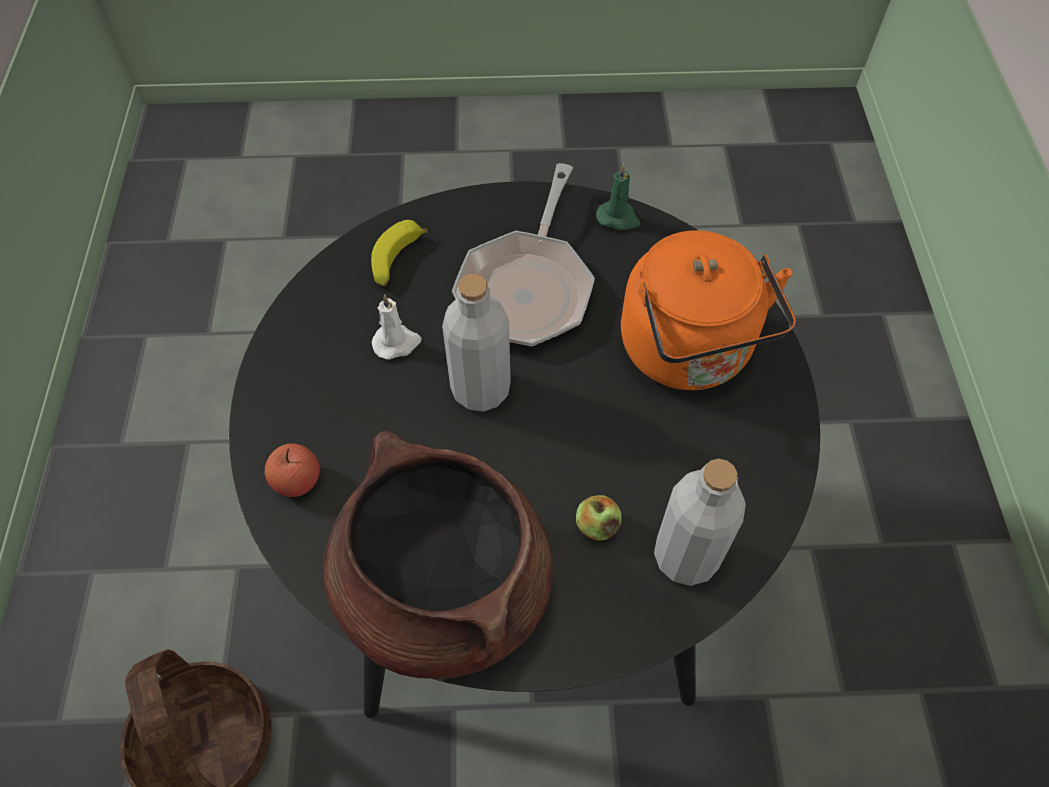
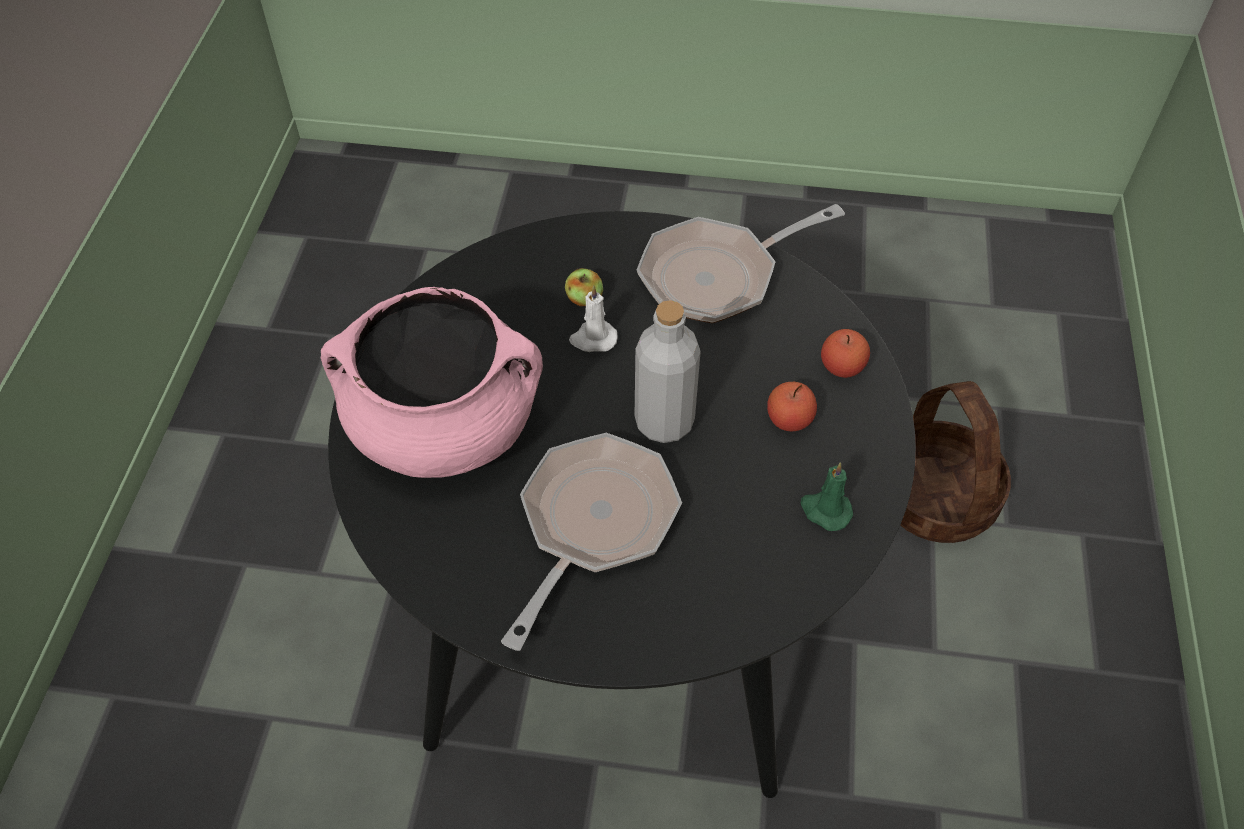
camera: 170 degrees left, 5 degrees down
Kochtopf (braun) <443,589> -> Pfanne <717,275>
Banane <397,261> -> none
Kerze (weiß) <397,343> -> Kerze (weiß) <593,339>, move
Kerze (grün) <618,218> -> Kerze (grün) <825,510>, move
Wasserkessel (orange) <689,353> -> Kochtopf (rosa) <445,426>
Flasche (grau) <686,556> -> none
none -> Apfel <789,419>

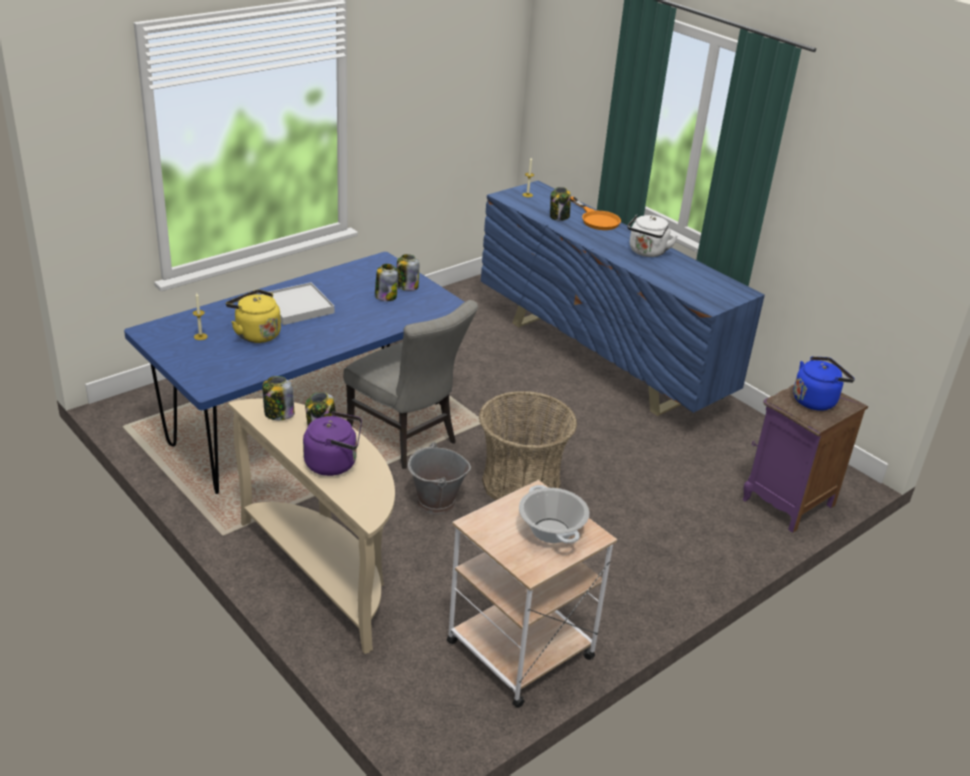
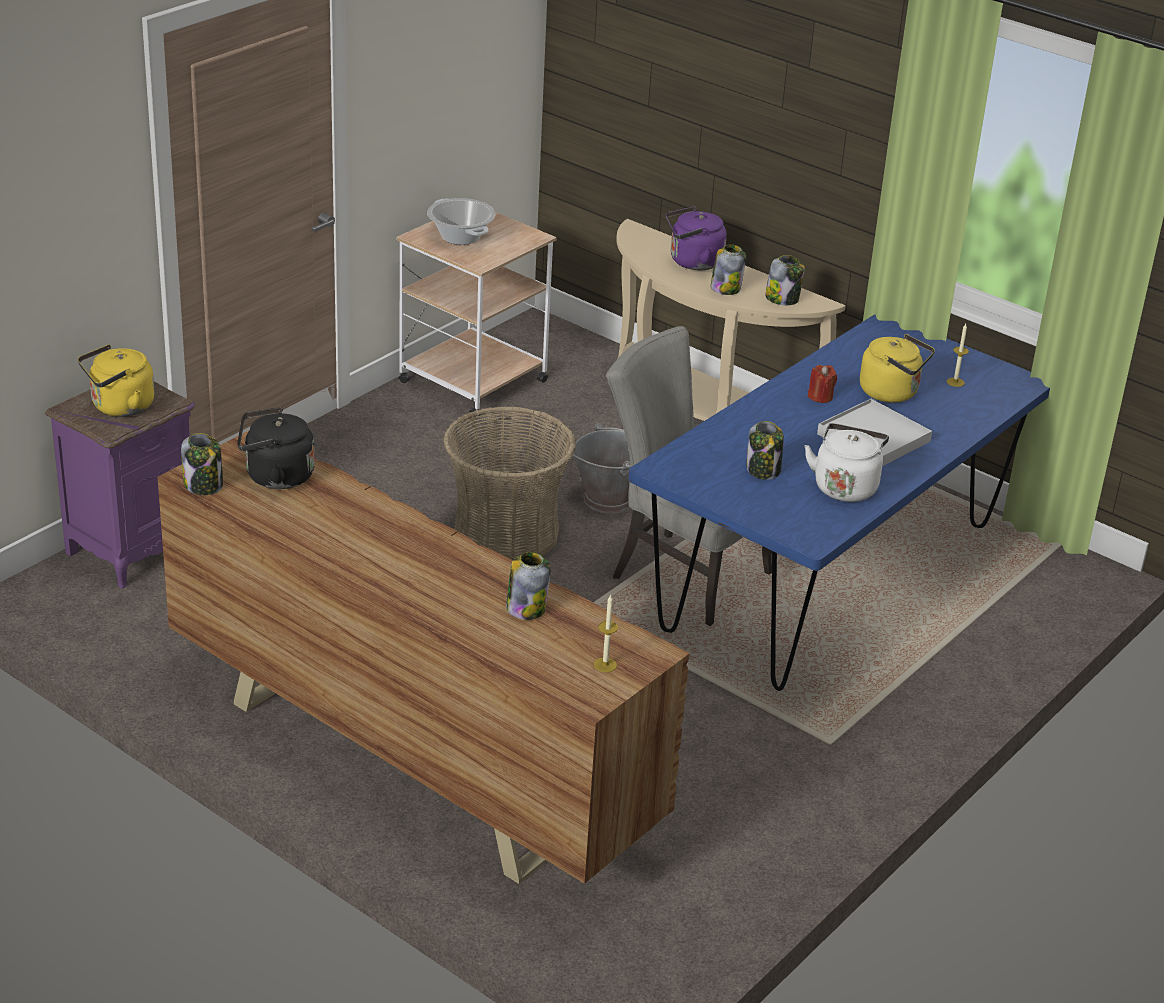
camera: 170 degrees right, 0 degrees up
Vorratsglas <406,286> -> Vorratsglas <204,485>, move
Schrank (blau) <600,359> -> Schrank (braun) <405,762>
Pfanne (orange) <596,219> -> none
Wasserkessel (weiß) <647,252> -> Wasserkessel (weiß) <845,486>, move
Wasserkessel (blau) <816,400> -> Wasserkessel (gelb) <119,407>
none -> Wasserkessel (schwarz) <275,477>
none -> Kerze (rot) <820,396>

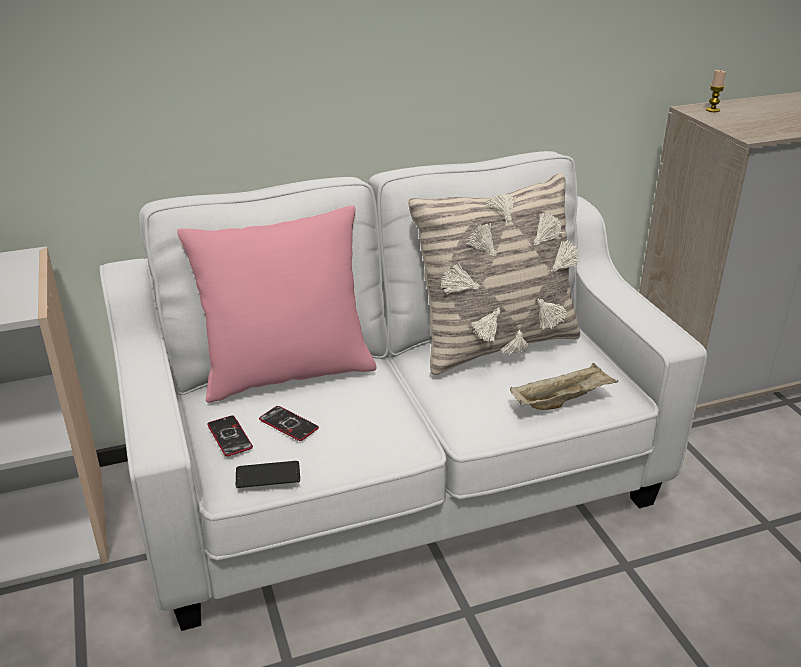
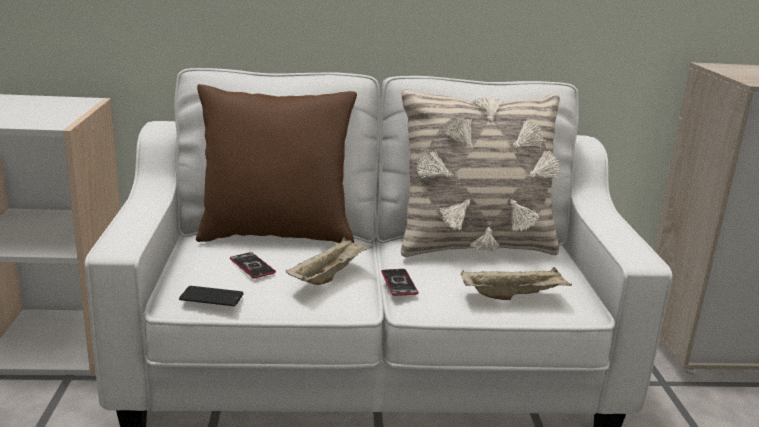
camera: 15 degrees right, 10 degrees down
Kissen (rosa) <287,373> -> Kissen (braun) <276,235>
Handy <230,436> -> Handy <399,283>, move
Kerze <712,110> -> none
none -> Tablett (beige) <329,275>

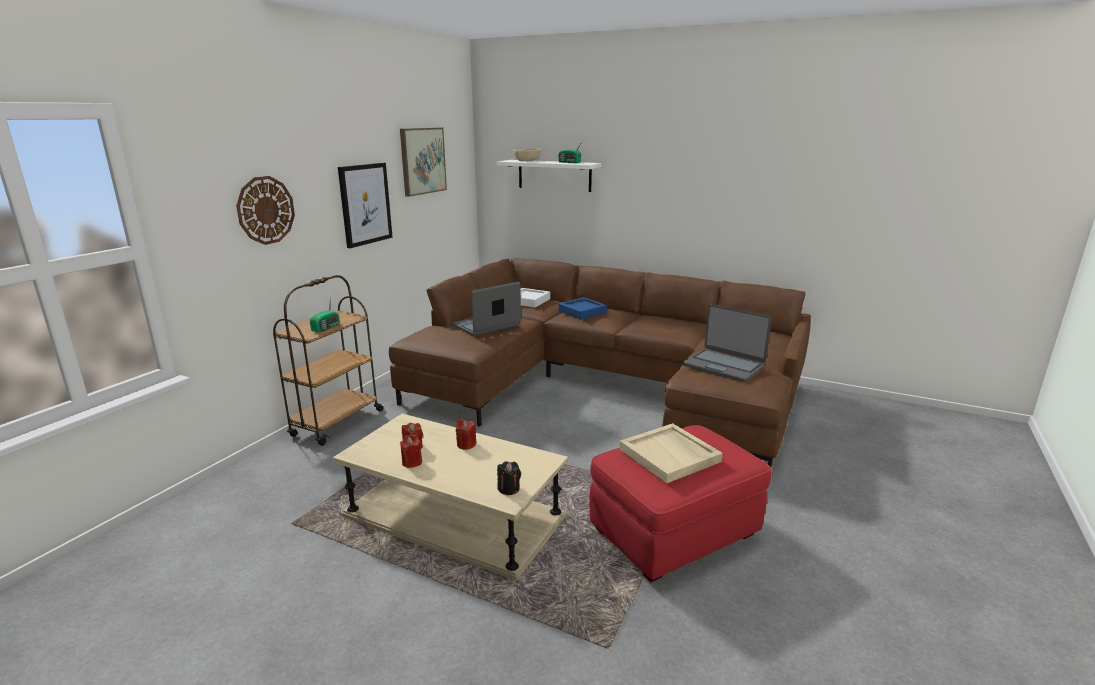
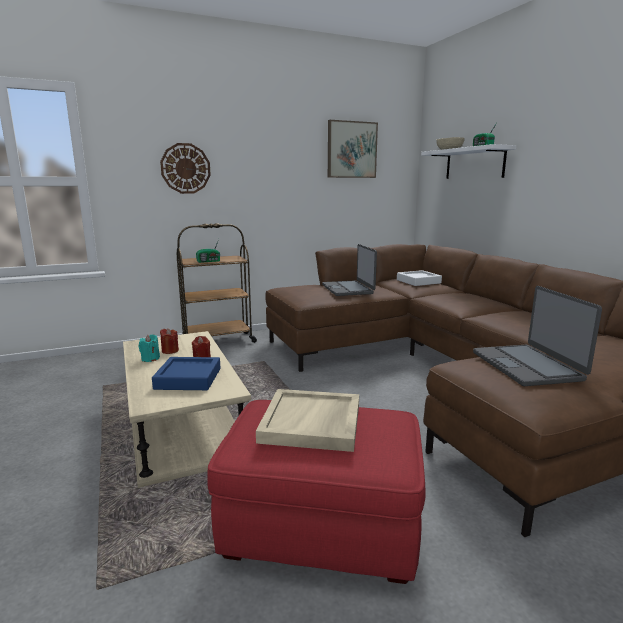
camera: 40 degrees right, 5 degrees down
Bild <365,204> -> none
Kerze (rot) <412,462> -> Kerze (türkis) <150,359>
Laptop <487,326> -> Laptop <348,289>, 105 degrees counterclockwise
Kerze (schwarz) <508,489> -> none
Tablett (blau) <582,312> -> Tablett (blau) <188,378>, move

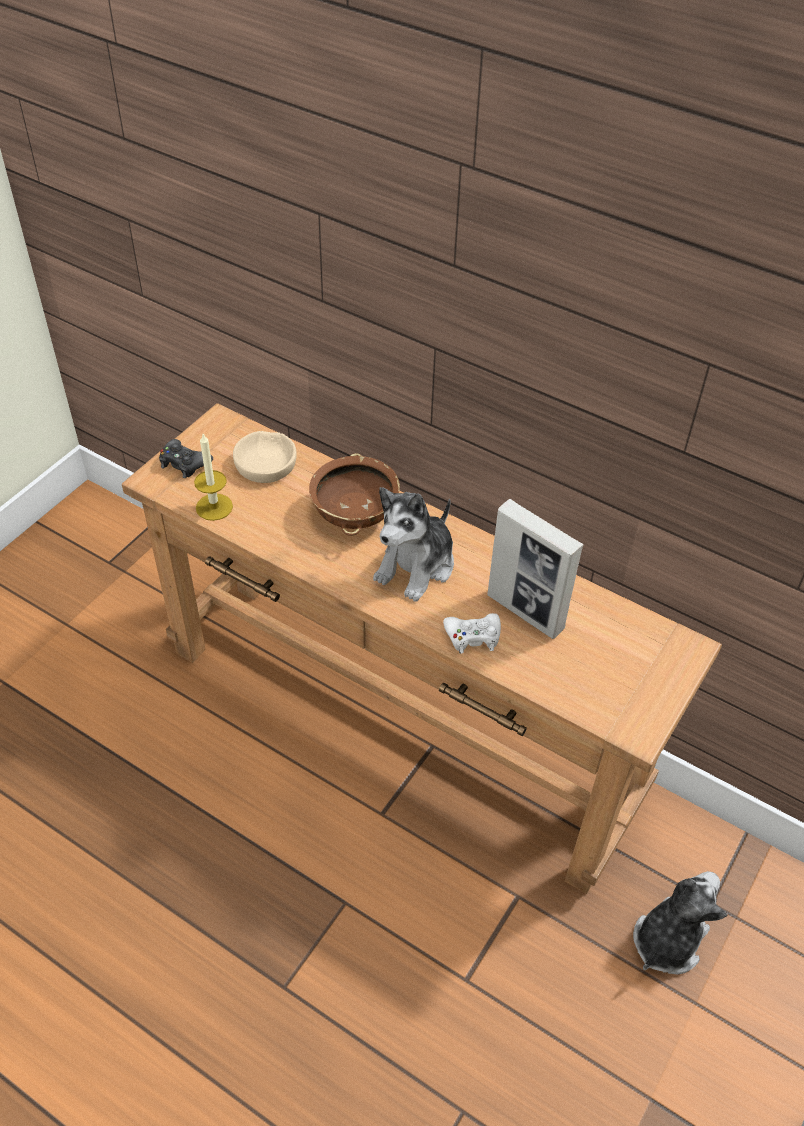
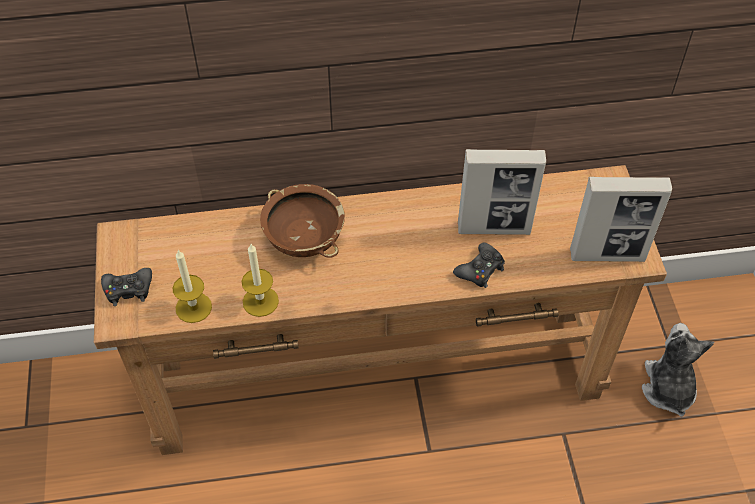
camera: 40 degrees left, 5 degrees up
Schüssel (beige) <265,463> -> none
Plüschtier <416,566> -> none
Gamepad (weiß) <473,636> -> Gamepad (schwarz) <480,270>
none -> Kerze <260,301>
none -> Bilderrahmen <607,255>

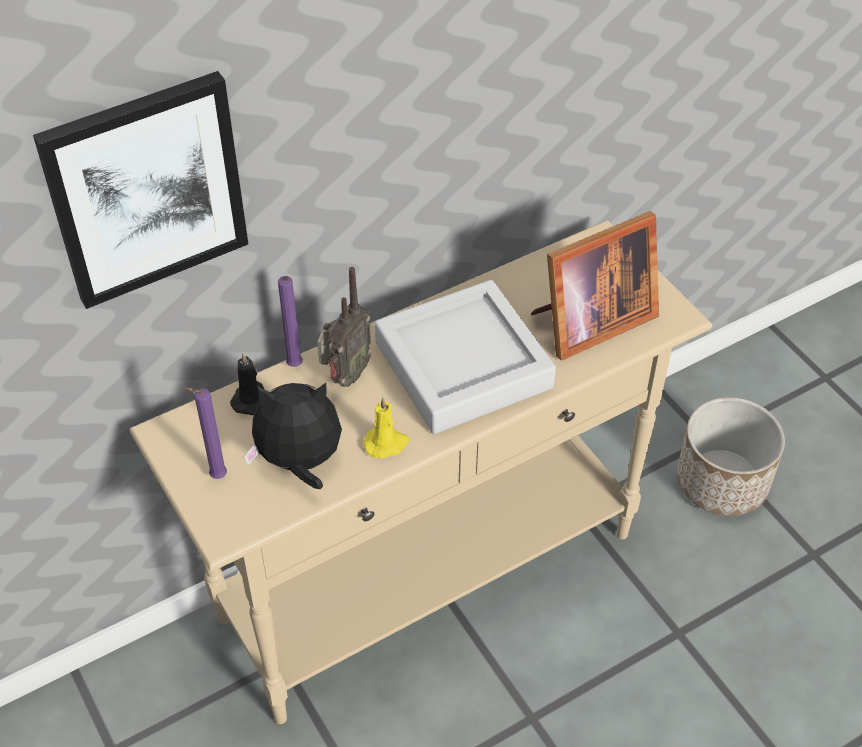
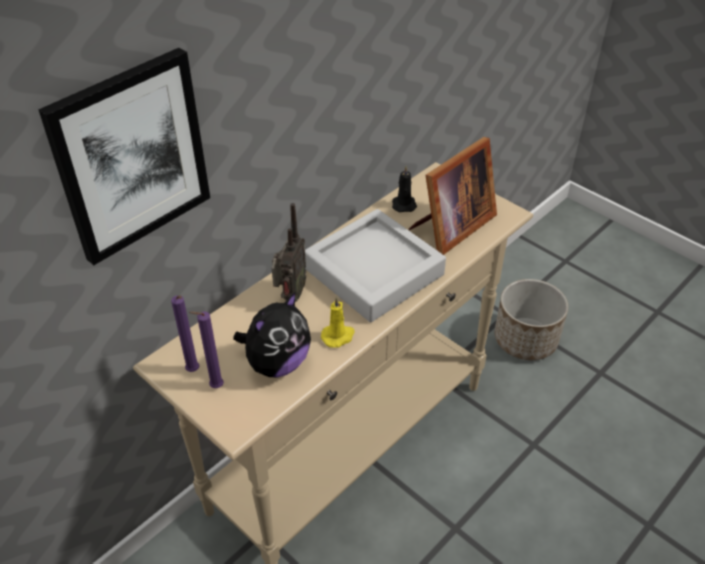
camera: 15 degrees left, 5 degrees down
Kerze (schwarz) <251,399> -> Kerze (schwarz) <403,204>, move
Plüschtier <299,462> -> Plüschtier <277,363>, 150 degrees clockwise
Kerze (lila) <295,367> -> Kerze (lila) <194,372>, move

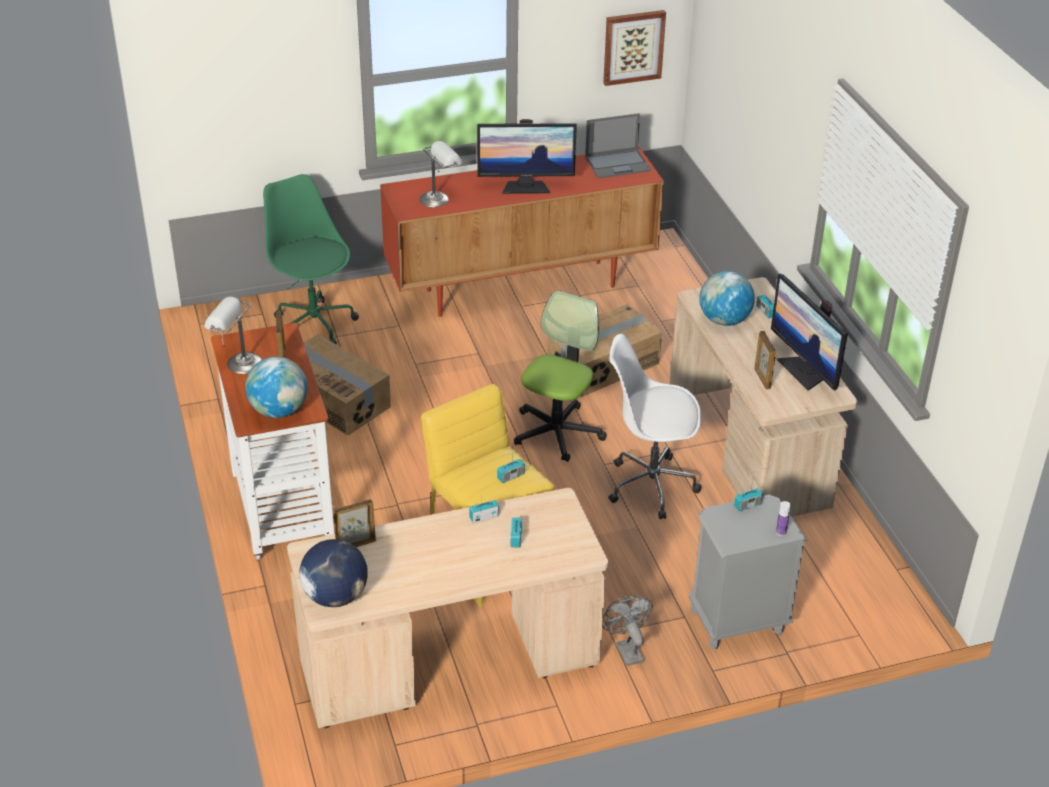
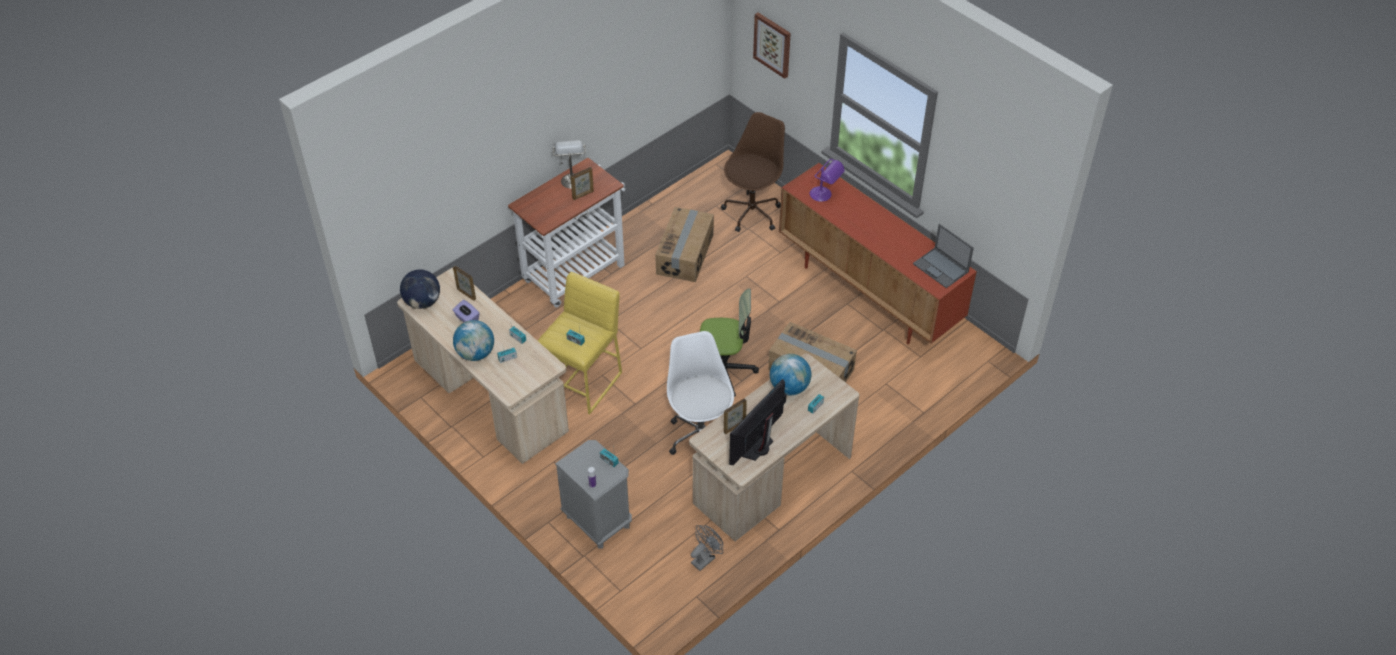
camera: 65 degrees right, 10 degrees up
Globus <279,410> -> Globus <476,353>, move
Bürostuhl (grün) <313,324> -> Bürostuhl (braun) <752,212>
Tischlampe (weiß) <439,197> -> Tischlampe (lila) <825,195>
Monitor <525,187> -> none
Ventilator (grau) <626,649> -> Ventilator (grau) <705,558>, move
Bild <633,47> -> Bild <773,44>, move
none -> Taschentuchbox (lila) <467,318>

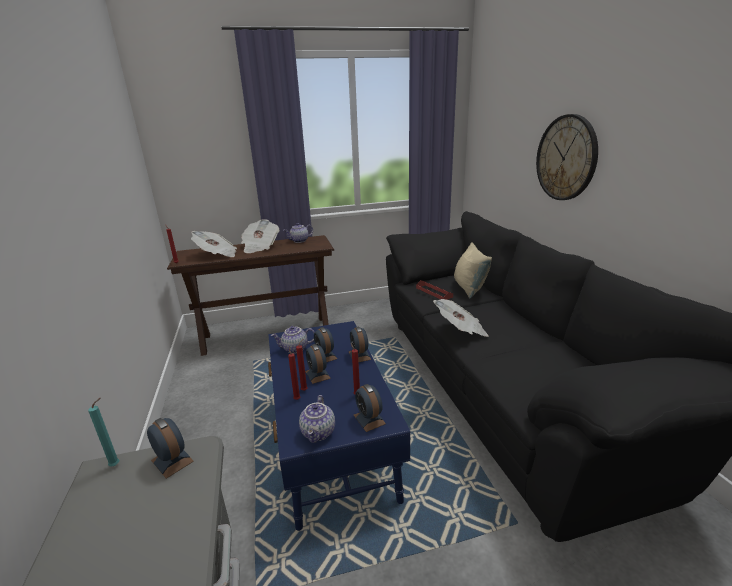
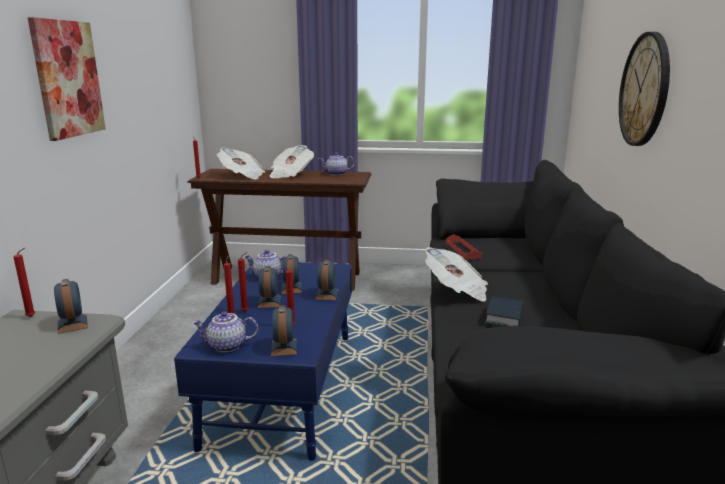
camera: 20 degrees right, 5 degrees down
Kerze (türkis) <117,465> -> Kerze (rot) <32,317>
Teekanne <319,433> -> Teekanne <226,346>, 60 degrees clockwise
Kissen (beige) <469,288> -> none
none -> Bild <67,79>
none -> Buch <504,317>

